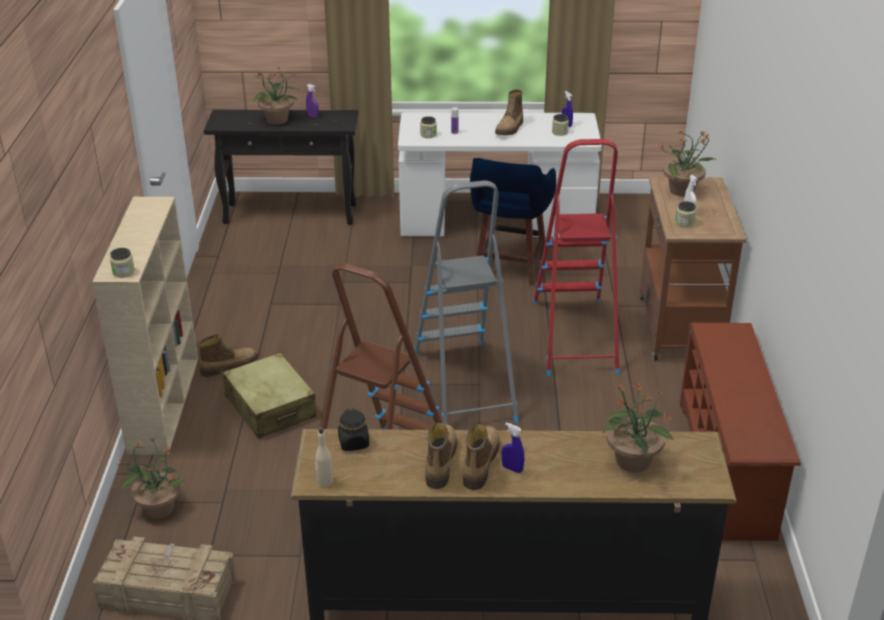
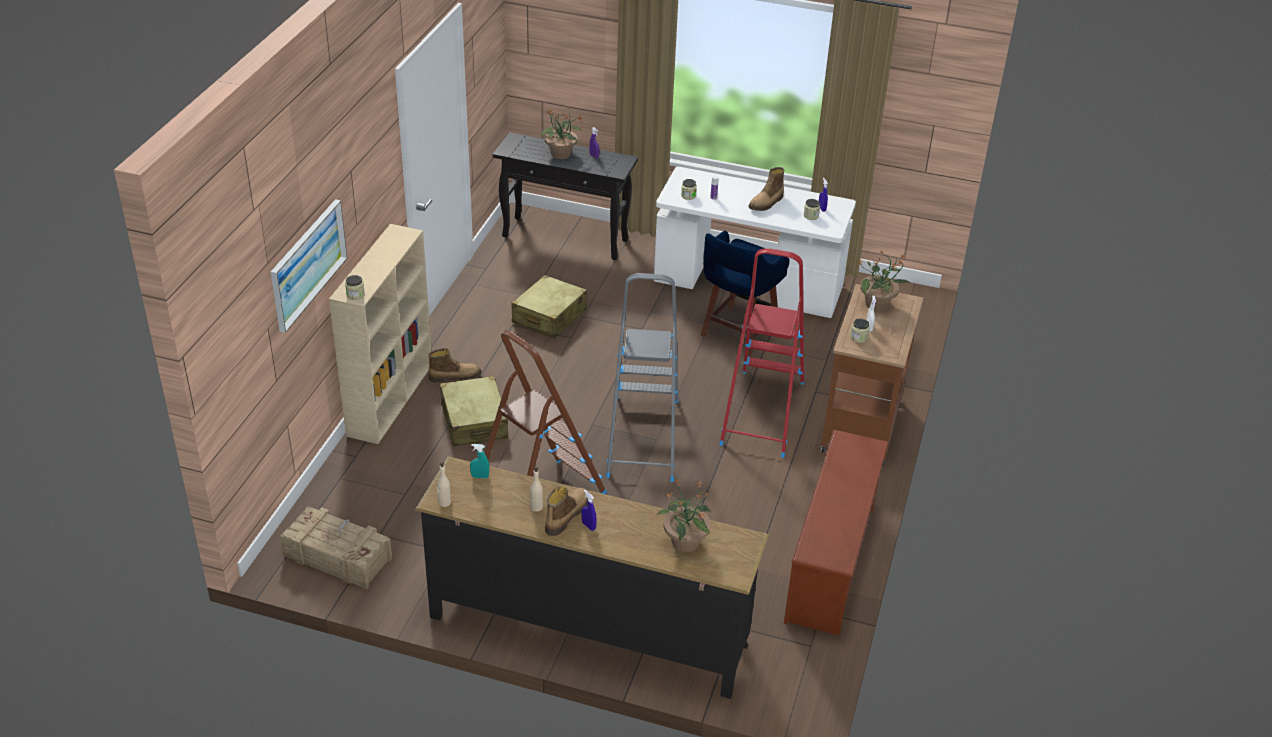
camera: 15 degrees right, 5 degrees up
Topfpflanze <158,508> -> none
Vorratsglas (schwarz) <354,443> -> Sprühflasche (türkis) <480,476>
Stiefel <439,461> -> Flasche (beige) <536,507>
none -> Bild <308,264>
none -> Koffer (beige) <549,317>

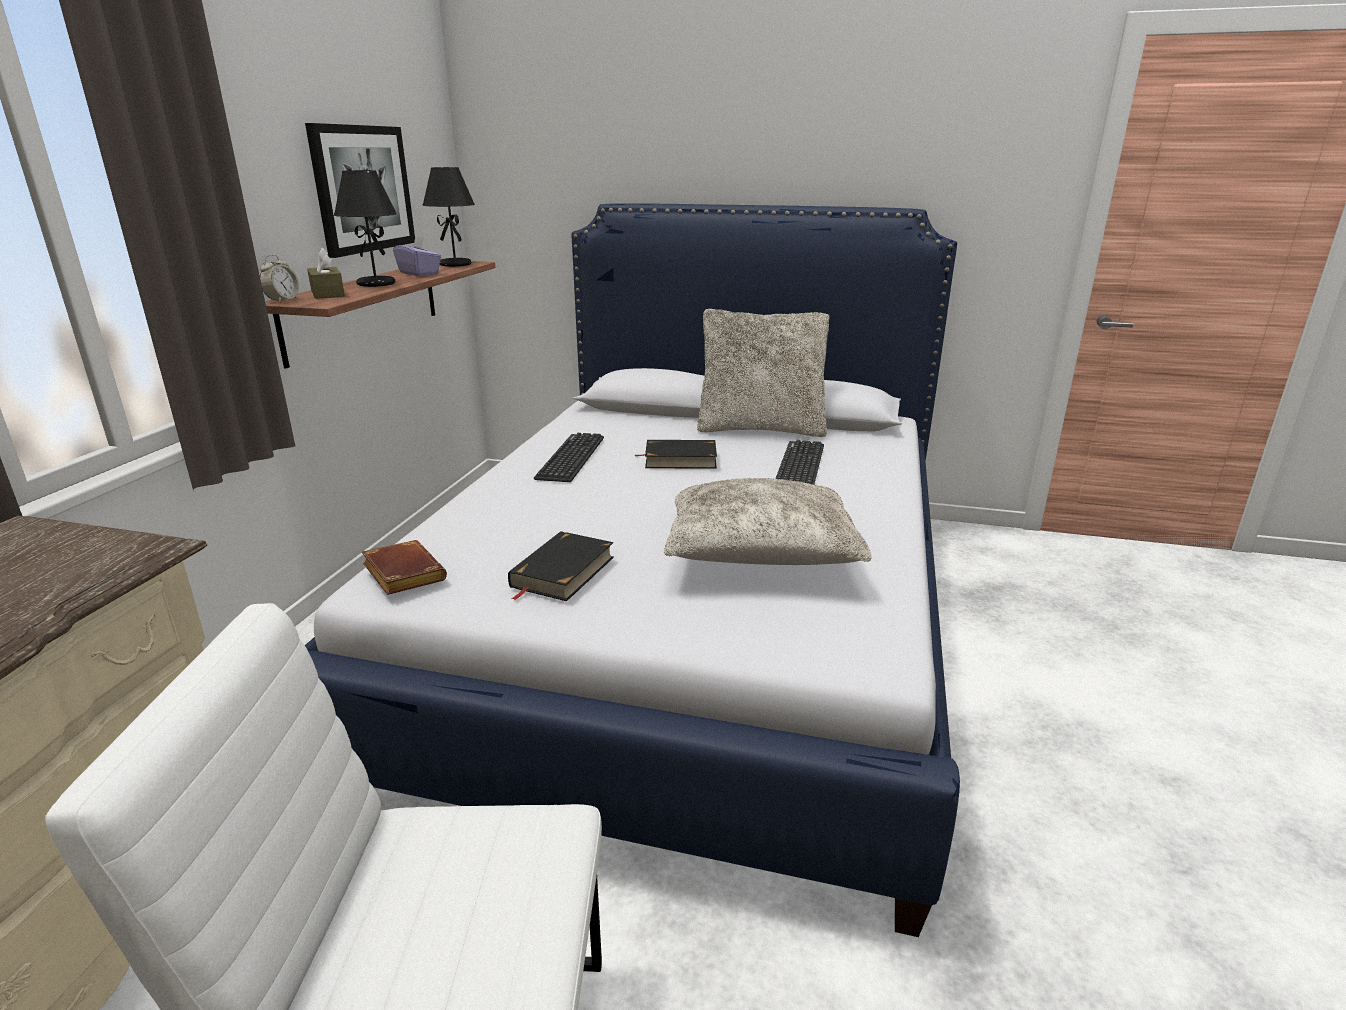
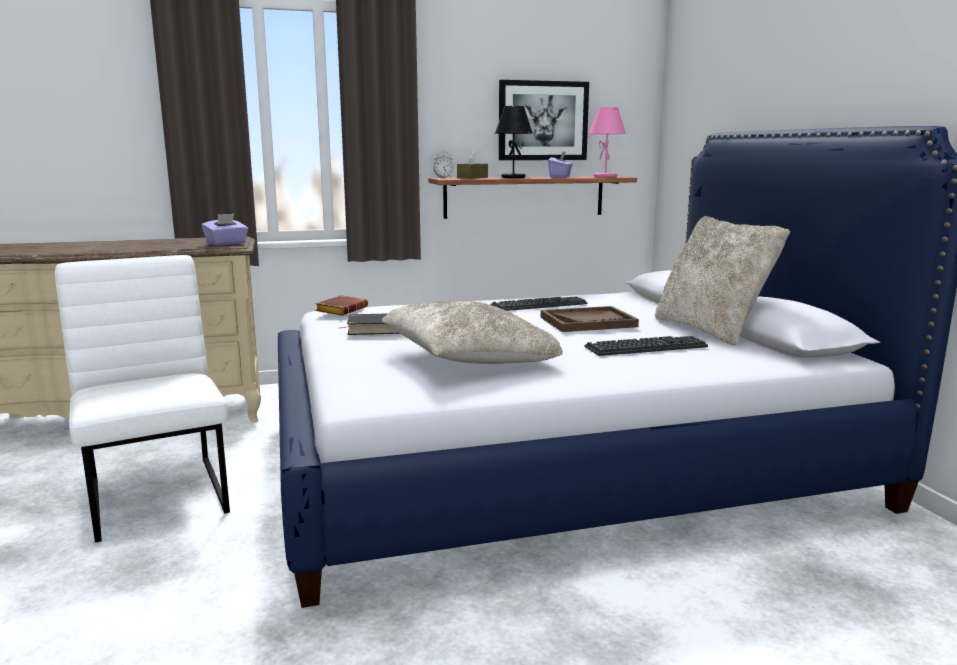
camera: 60 degrees right, 10 degrees down
Tischlampe (schwarz) <456,264> -> Tischlampe (rosa) <605,176>
Buch (schwarz) <680,459> -> Tablett (braun) <588,322>
none -> Taschentuchbox (lila) <226,243>

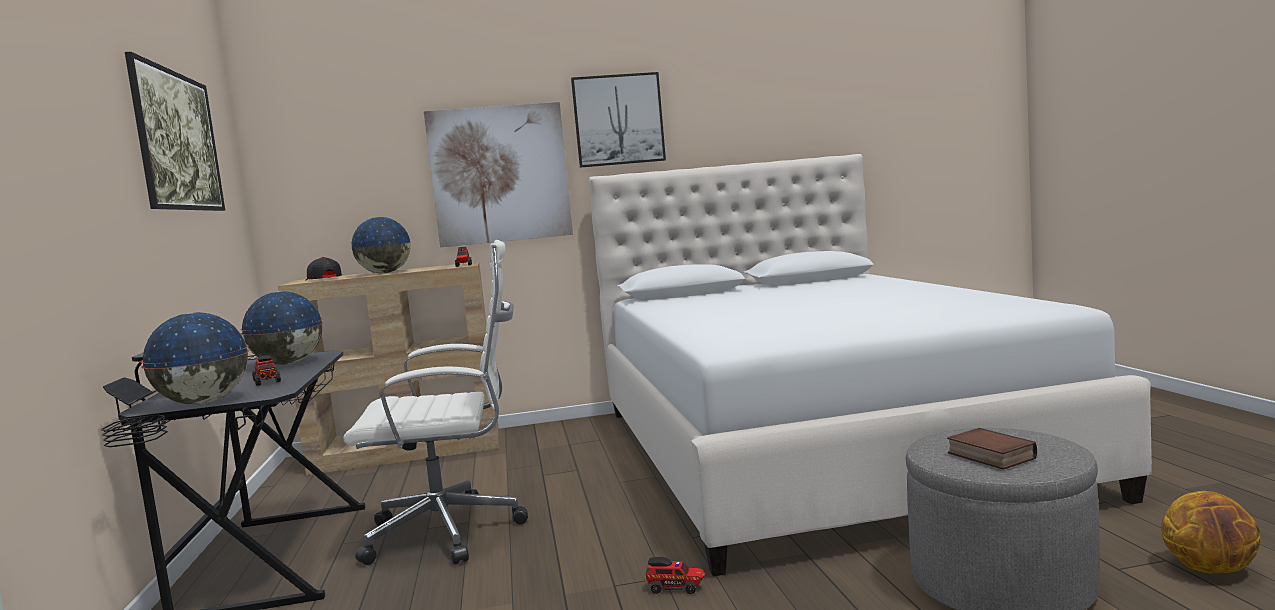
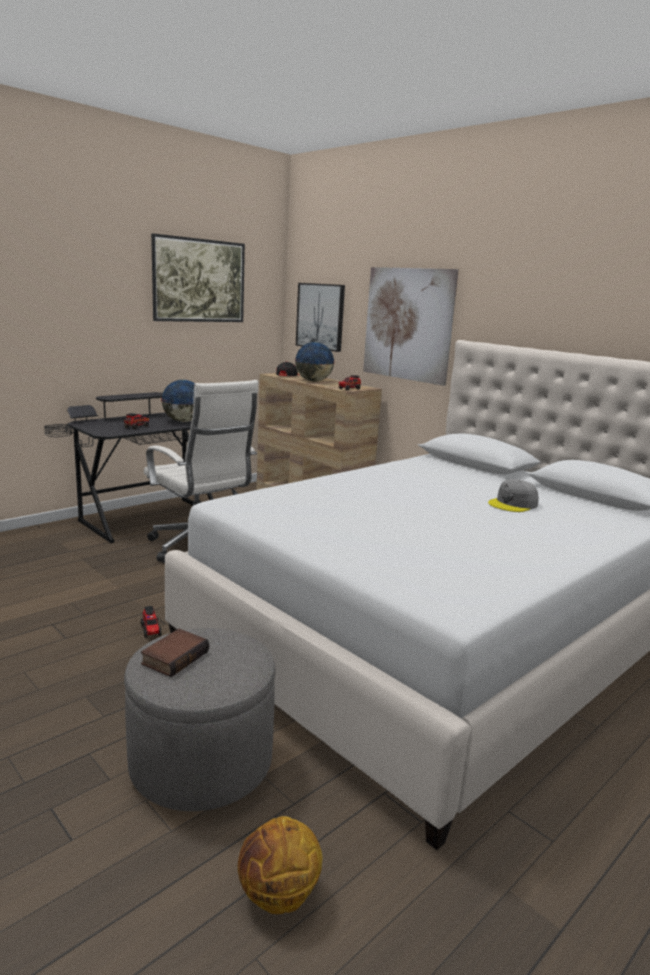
camera: 55 degrees right, 10 degrees up
Globus <203,403> -> none
Bild <618,120> -> Bild <320,316>, move
none -> Kappe (grau) <513,504>

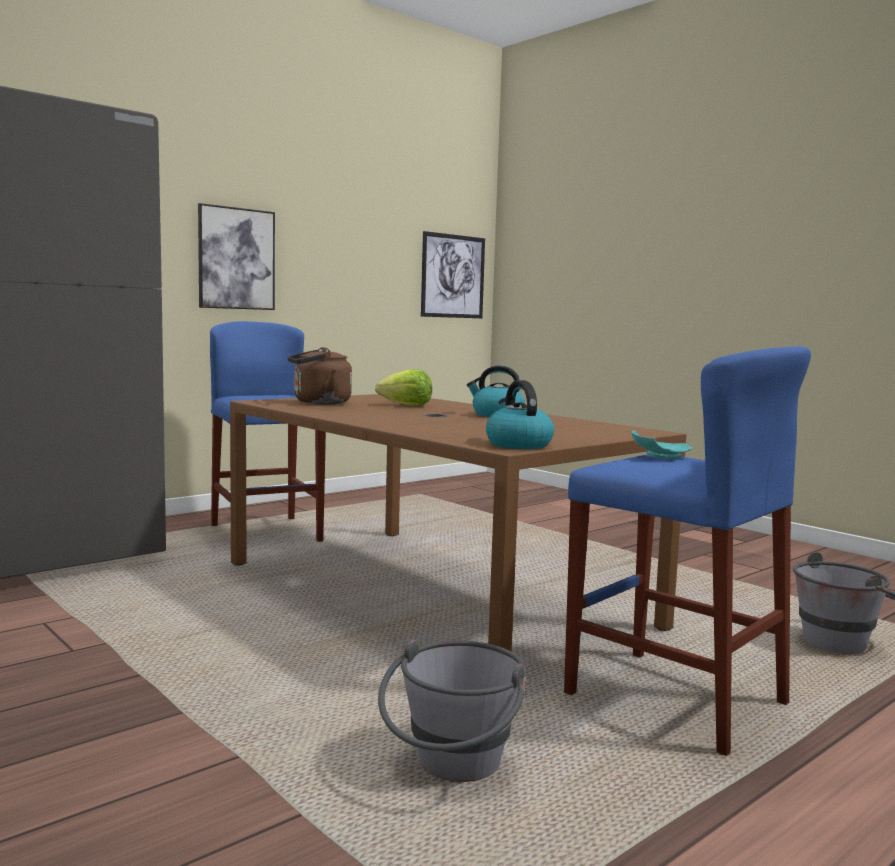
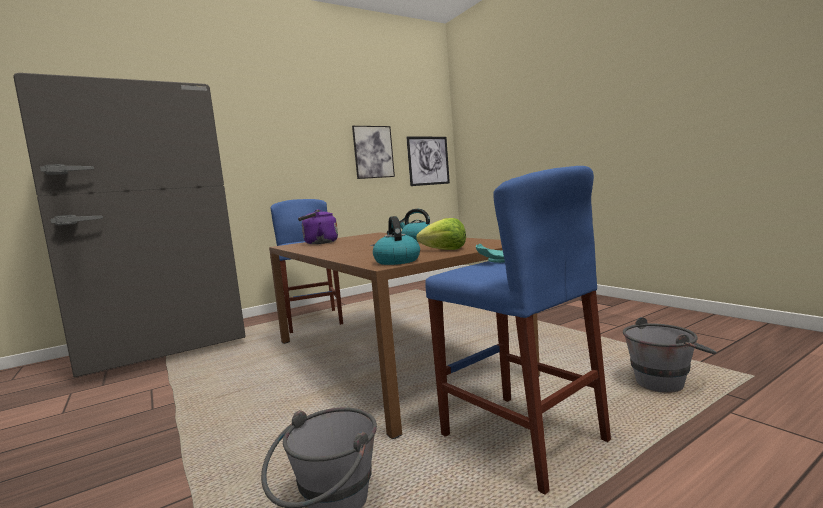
camera: 10 degrees right, 0 degrees up
Bild <236,258> -> Bild <373,152>, move
Wasserkessel (braun) <318,403> -> Wasserkessel (lila) <318,243>
Salatkopf <406,405> -> Salatkopf <444,250>, move

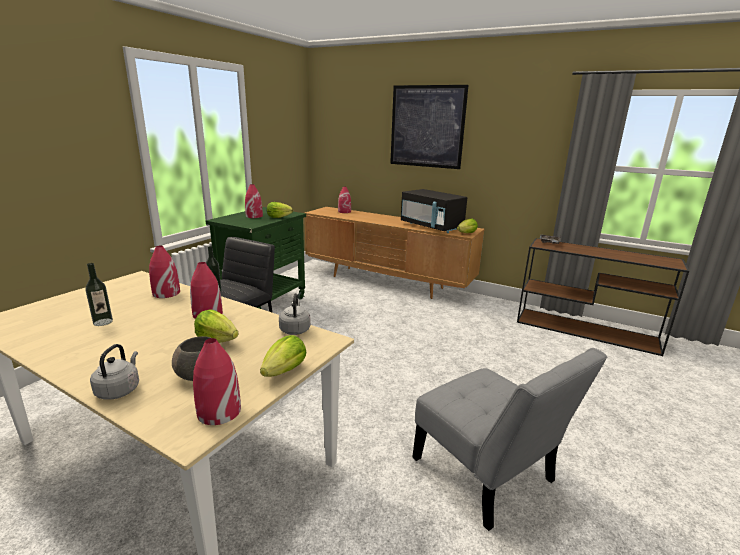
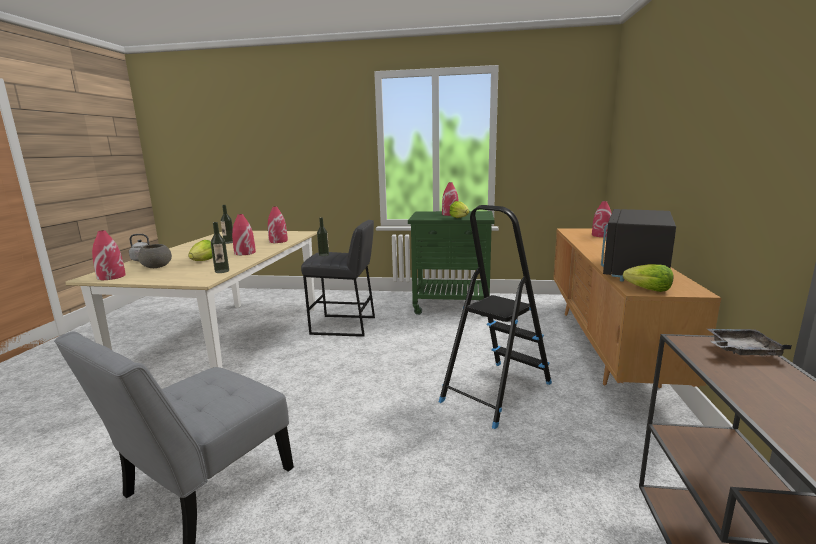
camera: 70 degrees right, 5 degrees down
Salatkopf <285,371> -> none
Wasserkessel (grau) <295,329> -> Flasche <222,271>
Bild <427,127> -> none
none -> Trittleiter (schwarz) <497,391>

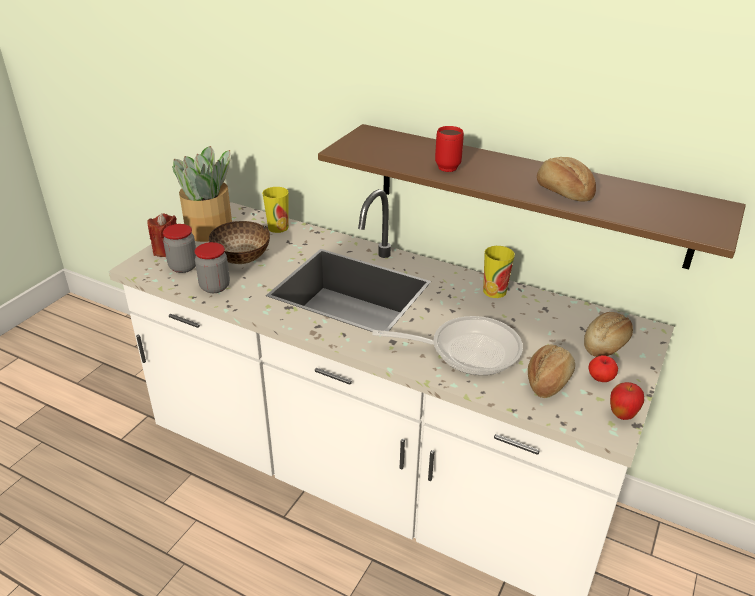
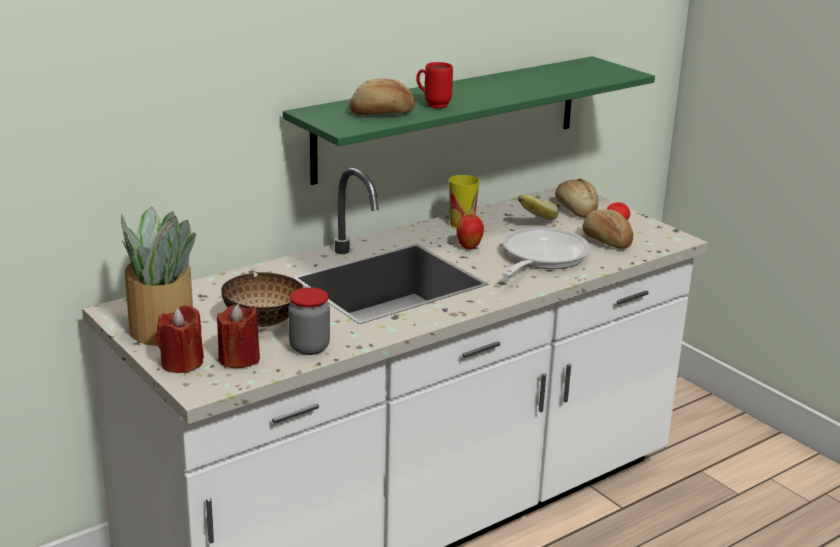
camera: 65 degrees left, 10 degrees down
Vorratsglas <183,267> -> Kerze (rot) <239,359>
Tasse <278,227> -> none
Wandregal (braun) <528,194> -> Wandregal (grün) <450,117>
Brot <563,193> -> Brot <382,113>, move
Apfel <622,415> -> Apfel <469,247>, move
none -> Banane <532,219>

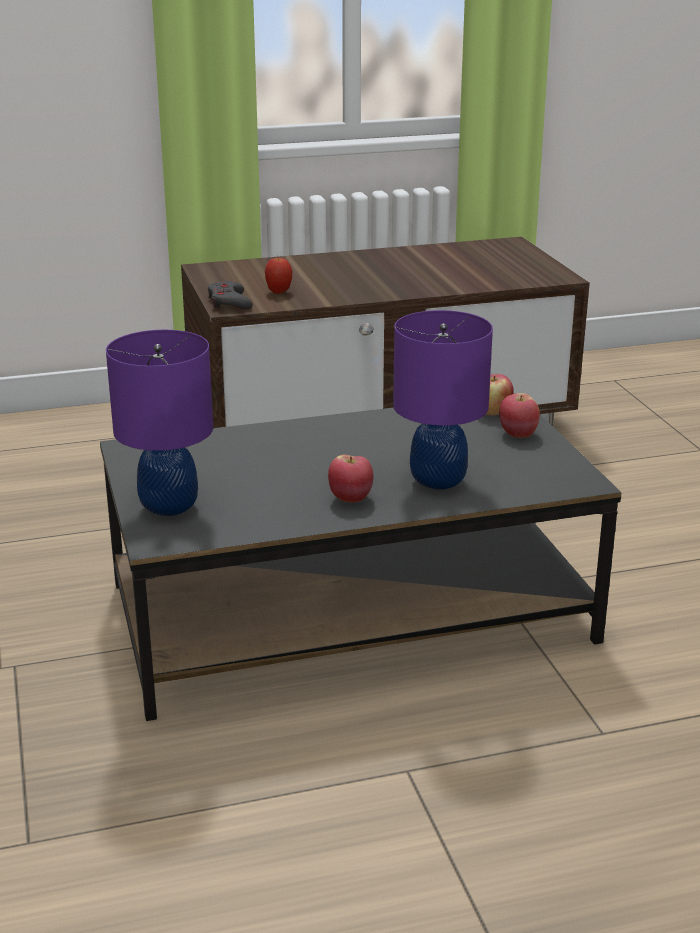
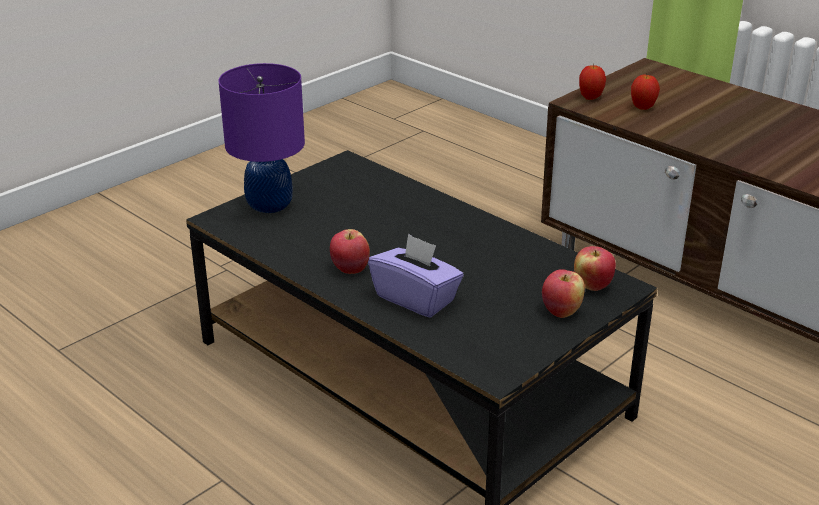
camera: 60 degrees right, 5 degrees up
Gamepad (grau) <229,302> -> Apfel <590,98>
Tischlampe (lila) <437,483> -> Taschentuchbox (lila) <416,298>

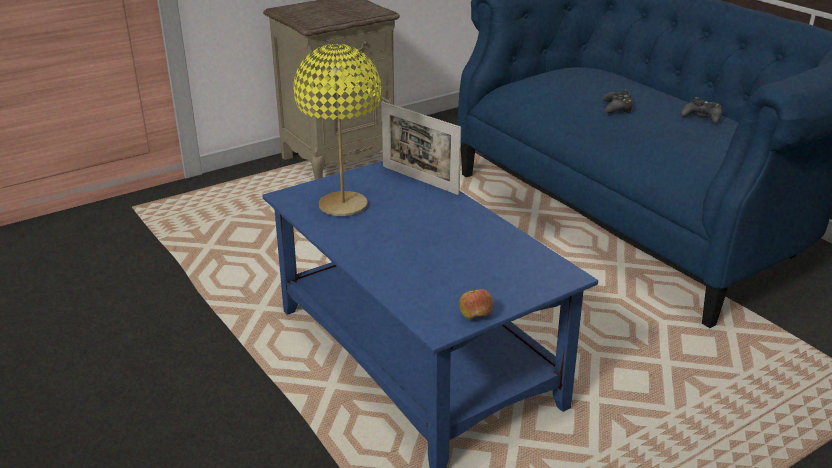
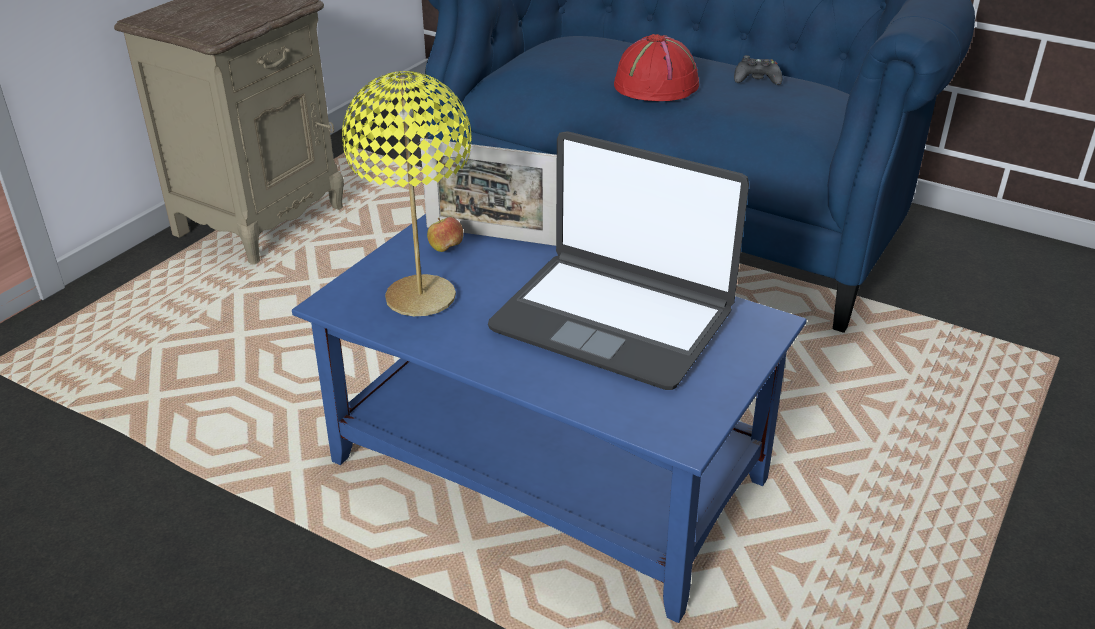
camera: 25 degrees left, 5 degrees up
Apfel <475,316> -> Apfel <446,249>, move
Gamepad (schwarz) <617,108> -> Hut (rot) <656,85>
none -> Laptop <613,319>

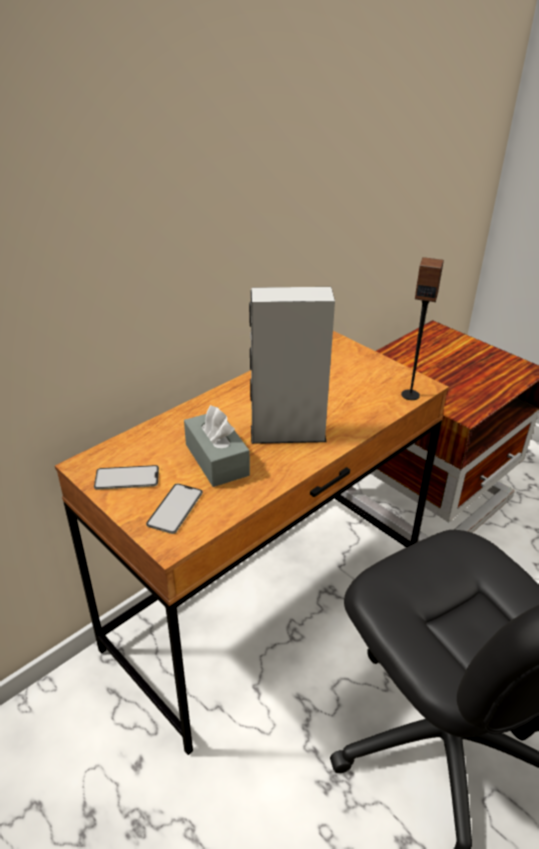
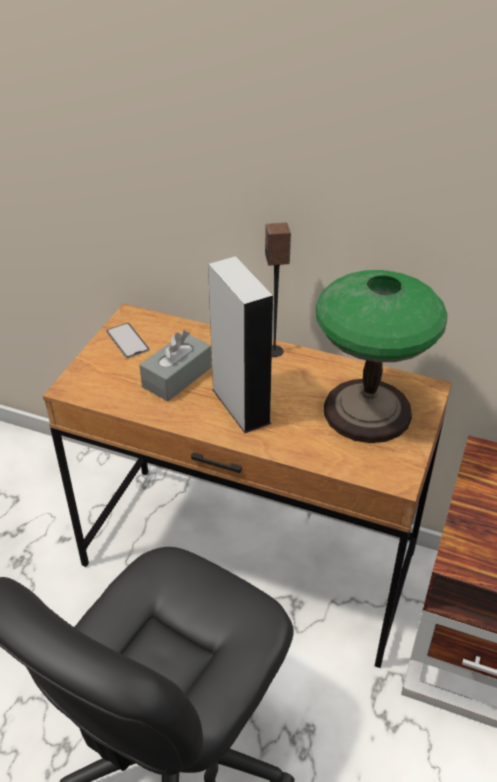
camera: 65 degrees right, 5 degrees up
Handy <175,508> -> none
Lautsprecher <410,395> -> Lautsprecher <274,351>, move
none -> Tischlampe <368,412>

